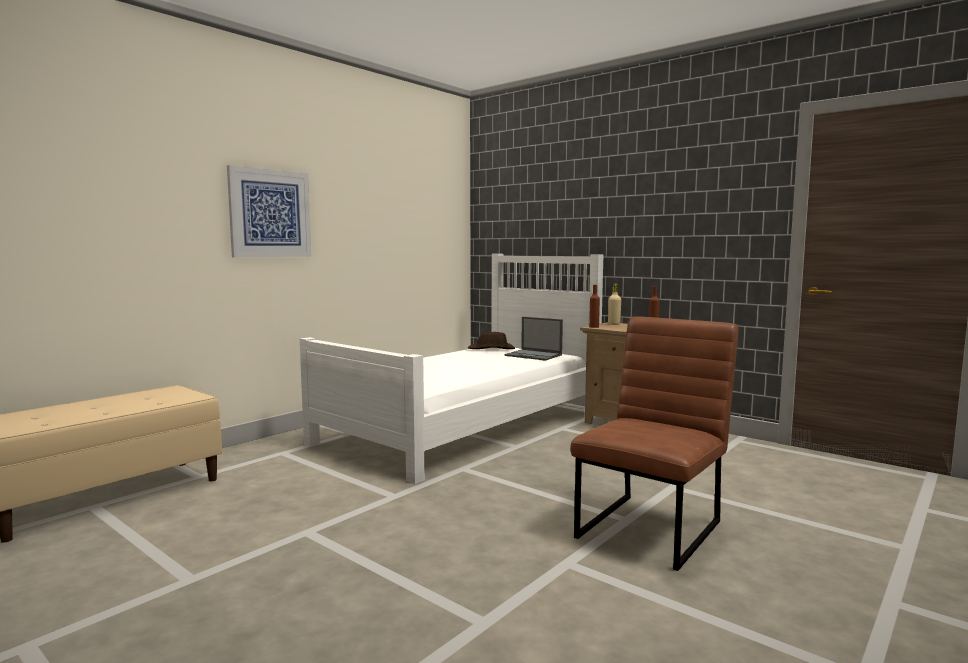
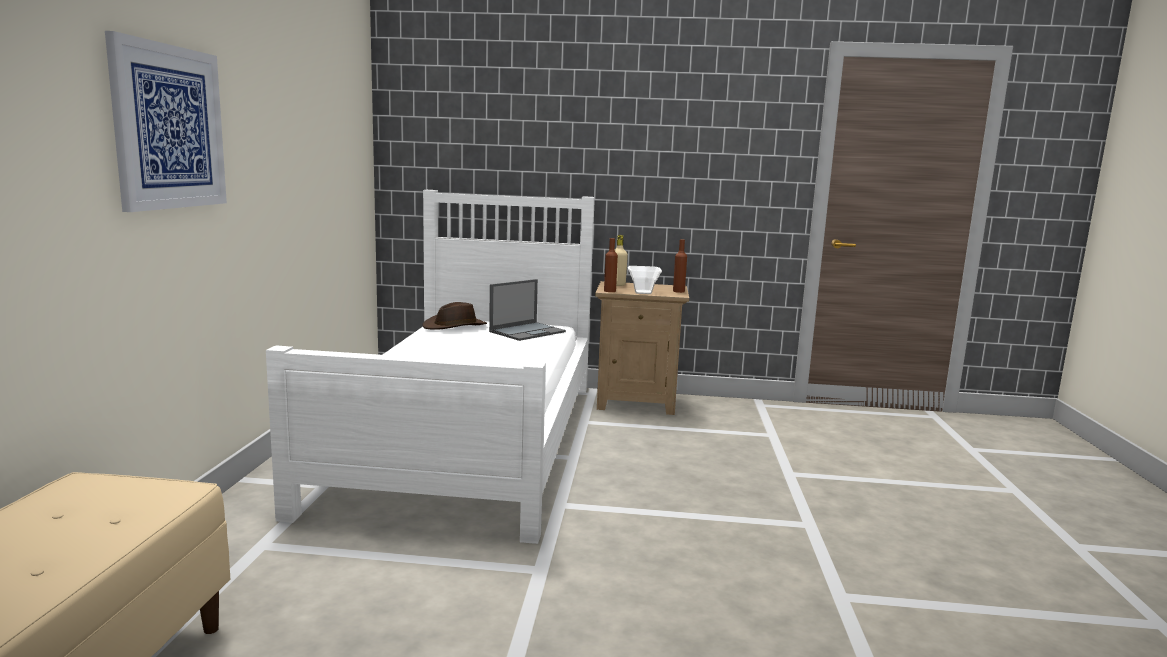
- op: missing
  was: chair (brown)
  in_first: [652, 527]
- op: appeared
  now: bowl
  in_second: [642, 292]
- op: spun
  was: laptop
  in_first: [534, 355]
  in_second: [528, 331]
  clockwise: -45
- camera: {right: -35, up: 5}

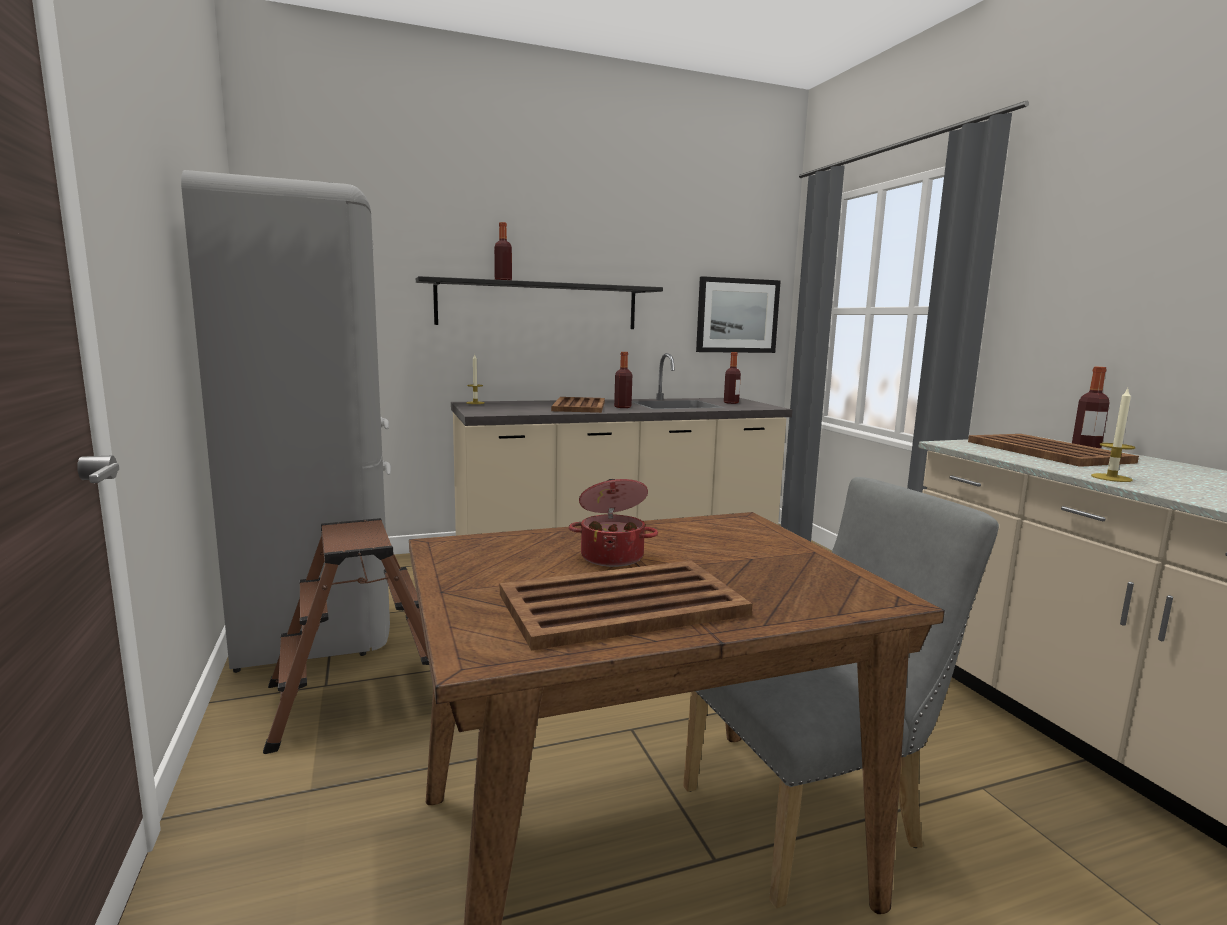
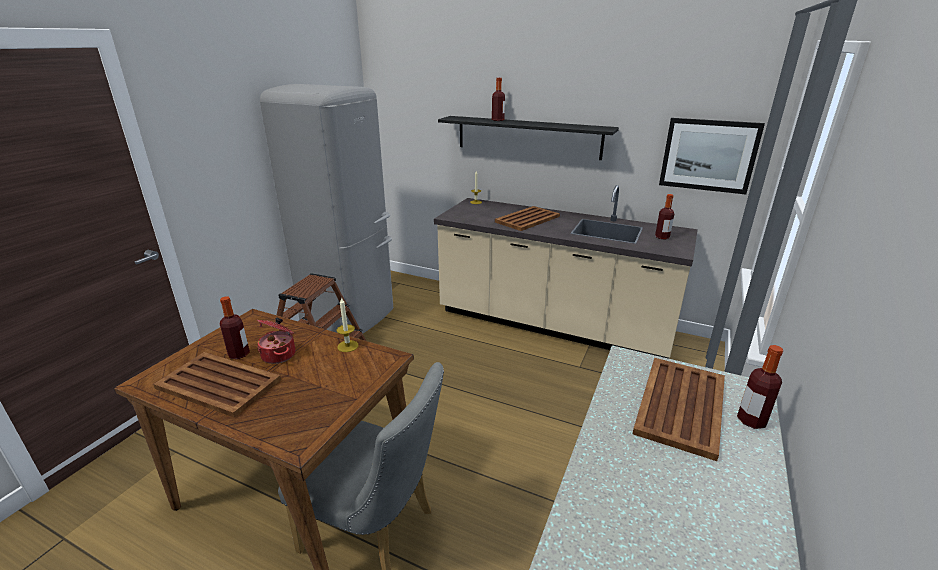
- op: relocated
  was: bottle
  in_first: [622, 407]
  in_second: [239, 354]
- op: relocated
  was: candle
  in_first: [1111, 478]
  in_second: [347, 346]
- camera: {right: 45, up: 15}

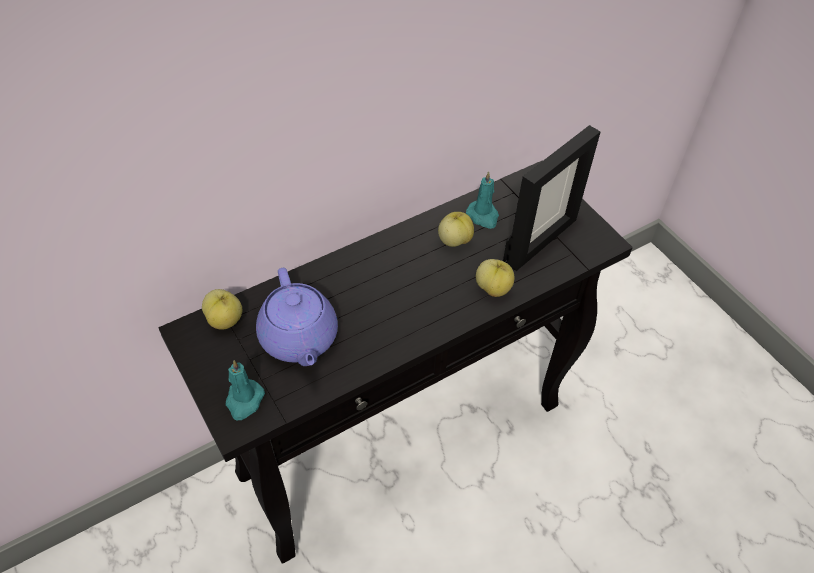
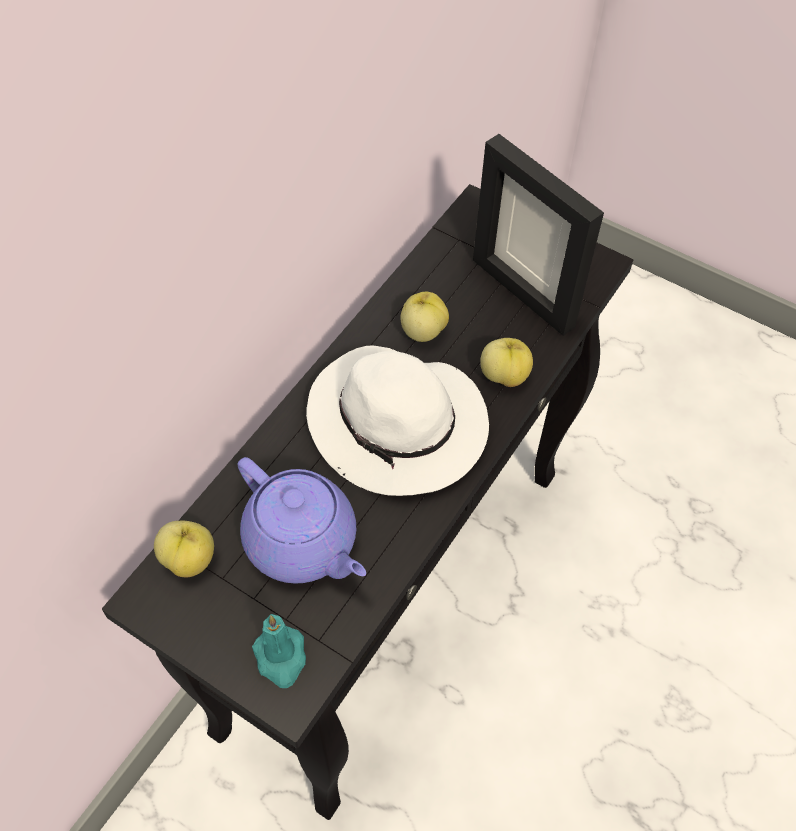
- op: missing
  was: candle (turquoise)
  in_first: [483, 216]
- op: appeared
  now: hat (white)
  in_second: [399, 426]
- op: spun
  was: picture frame
  in_first: [540, 240]
  in_second: [525, 291]
  clockwise: 120
- camera: {right: -25, up: 5}

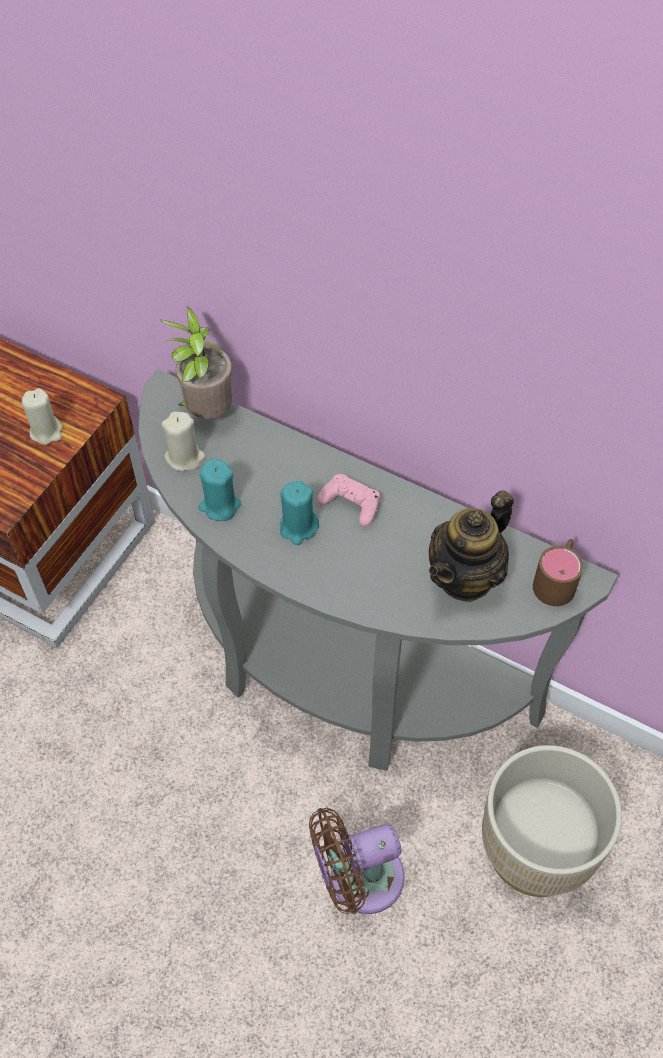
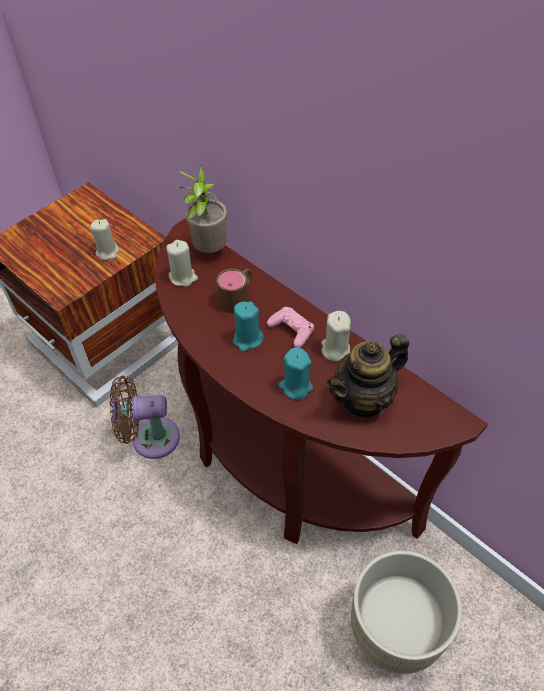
- op: appeared
  now: candle (beige)
  in_second: [335, 349]
- op: relocated
  was: candle (turquoise)
  in_first: [219, 506]
  in_second: [295, 386]
- op: relocated
  was: fan (brown)
  in_first: [358, 879]
  in_second: [150, 438]
- op: relocated
  was: mug (brown)
  in_first: [557, 579]
  in_second: [238, 297]
- op: colour
  was: console table (grey)
  now: console table (brown)
  in_first: [338, 671]
  in_second: [281, 464]
- camera: {right: 15, up: -5}

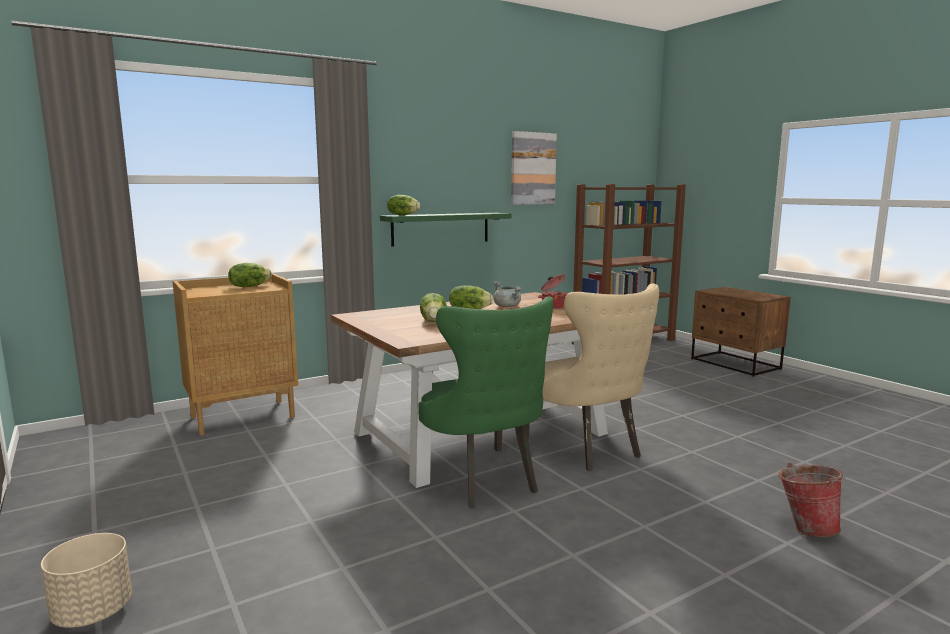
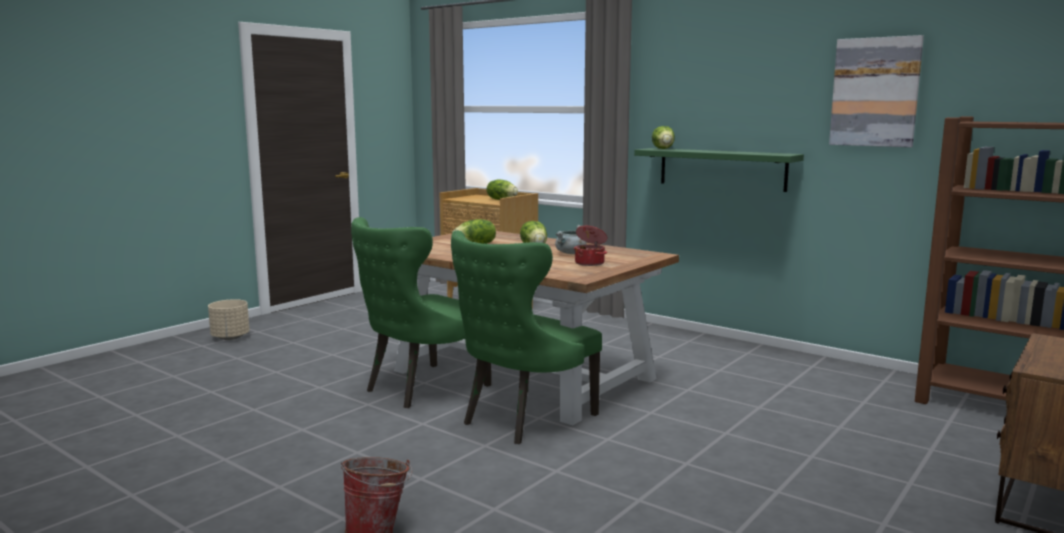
- op: colour
  was: chair (beige)
  now: chair (green)
  in_first: [587, 447]
  in_second: [523, 418]
- camera: {right: 70, up: 0}

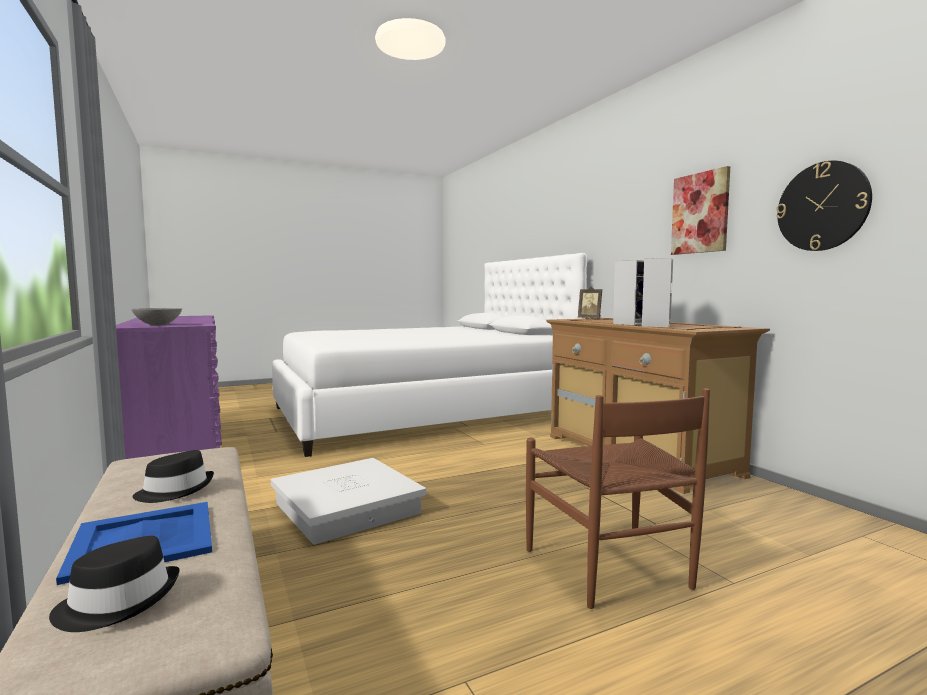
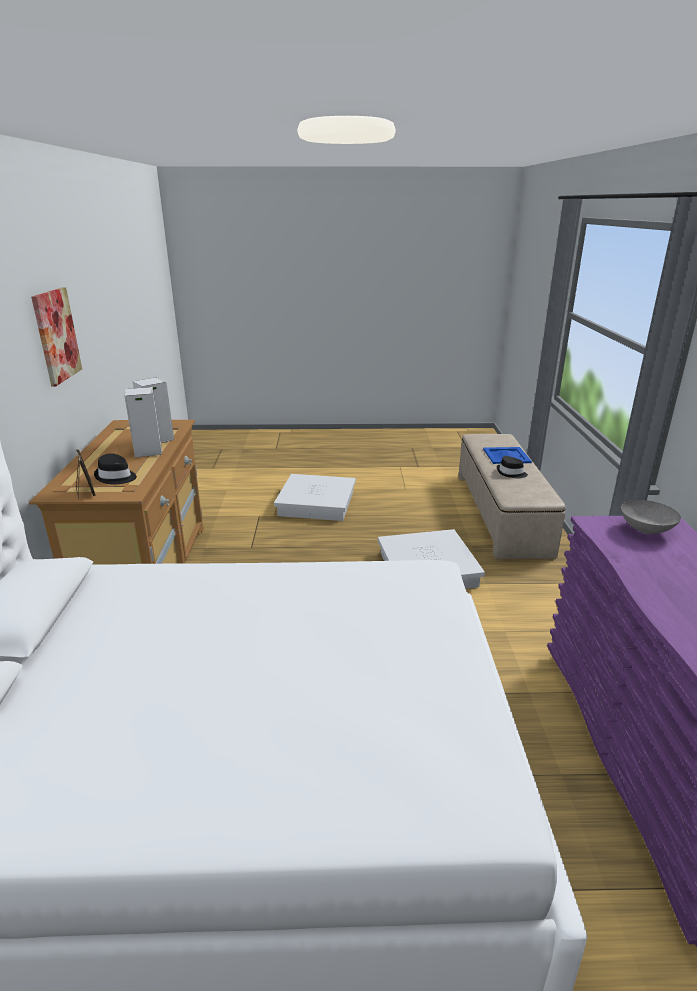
- op: missing
  was: wall clock
  in_first: [822, 206]
- op: relocated
  was: hat (black)
  in_first: [119, 601]
  in_second: [116, 477]
- op: exchanged
  was: chair (brown)
  now: storage box (white)
  in_first: [611, 568]
  in_second: [317, 503]
- camera: {right: -155, up: 20}

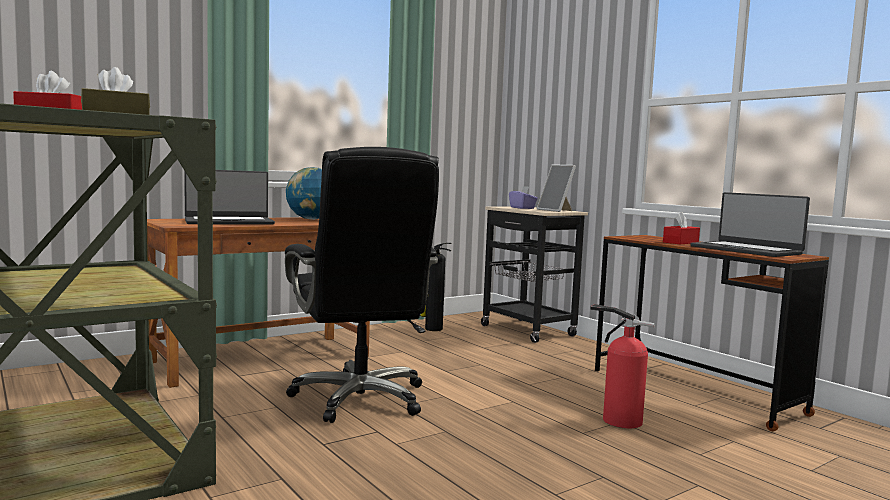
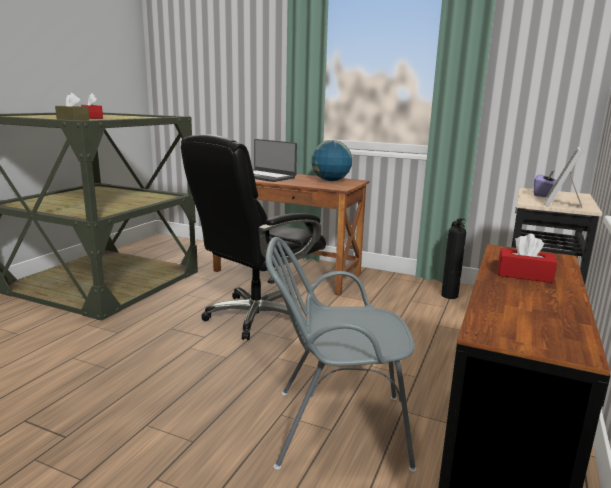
- op: missing
  was: laptop
  in_first: [746, 250]
- op: exchanged
  was: fire extinguisher
  now: chair (grey)
  in_first: [618, 420]
  in_second: [334, 428]
- camera: {right: 60, up: 10}

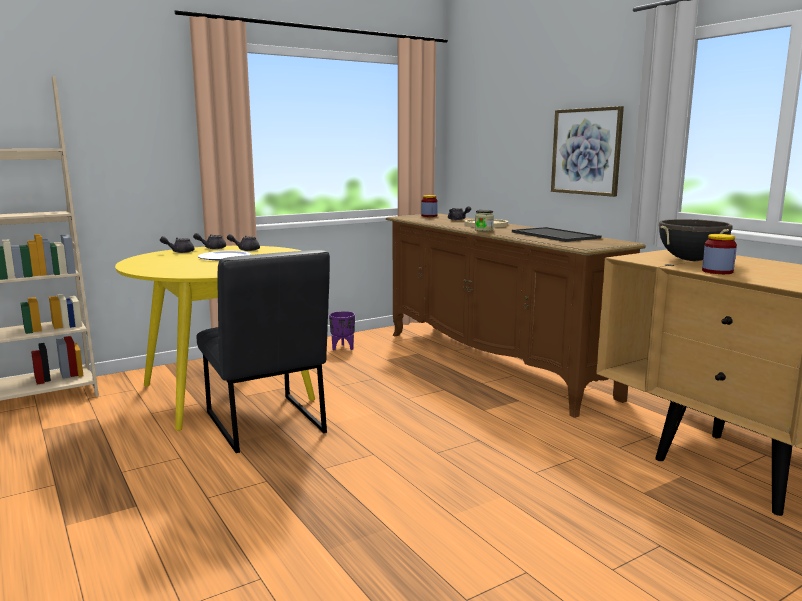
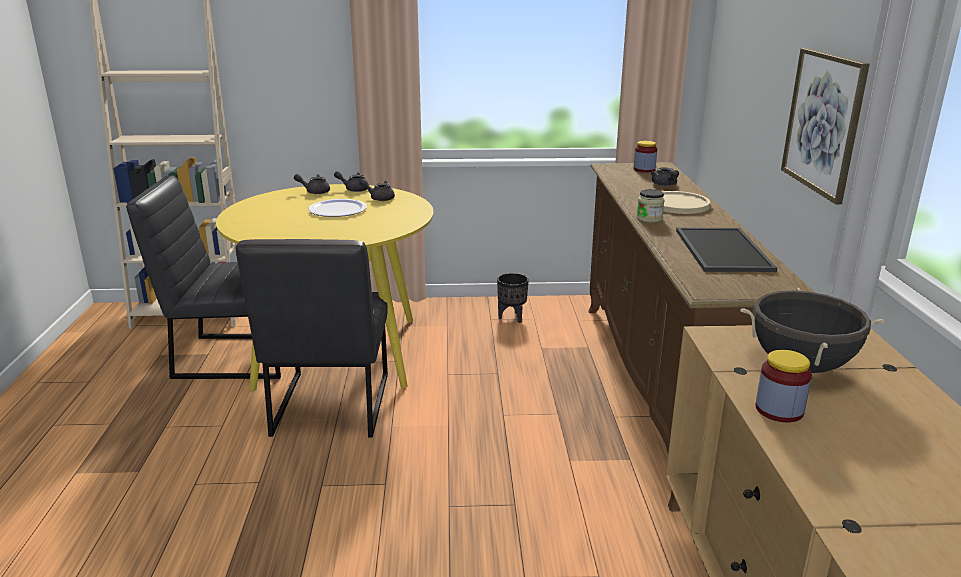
- op: appeared
  now: chair (grey)
  in_second: [233, 356]
- op: colour
  was: planter (purple)
  now: planter (black)
  in_first: [343, 348]
  in_second: [512, 317]
- camera: {right: 30, up: 10}

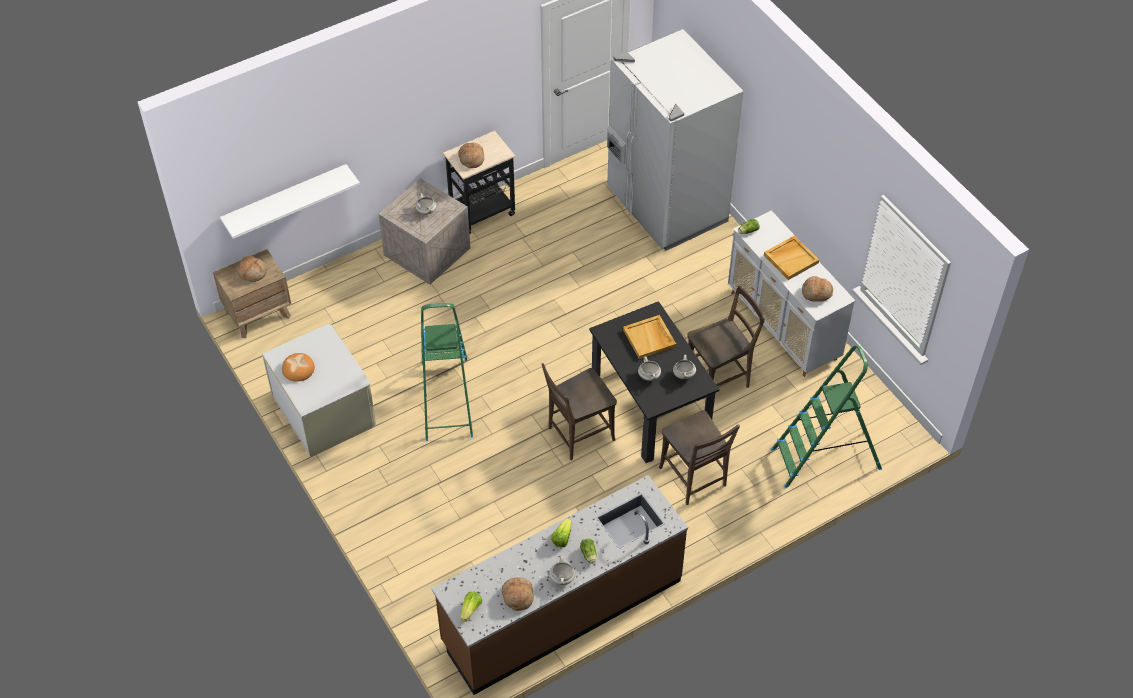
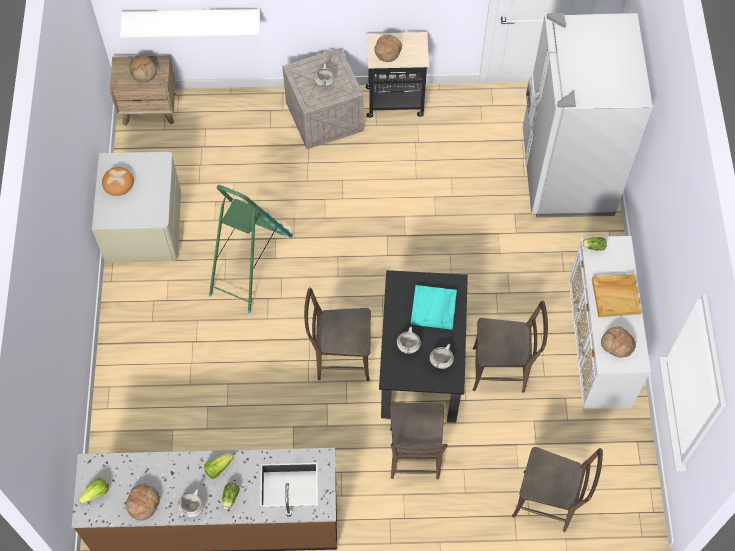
- op: exchanged
  was: step ladder (green)
  now: chair (brown)
  in_first: [825, 459]
  in_second: [548, 503]
- op: colour
  was: tray (beige)
  now: tray (turquoise)
  in_first: [649, 338]
  in_second: [434, 308]
- camera: {right: 30, up: 10}

